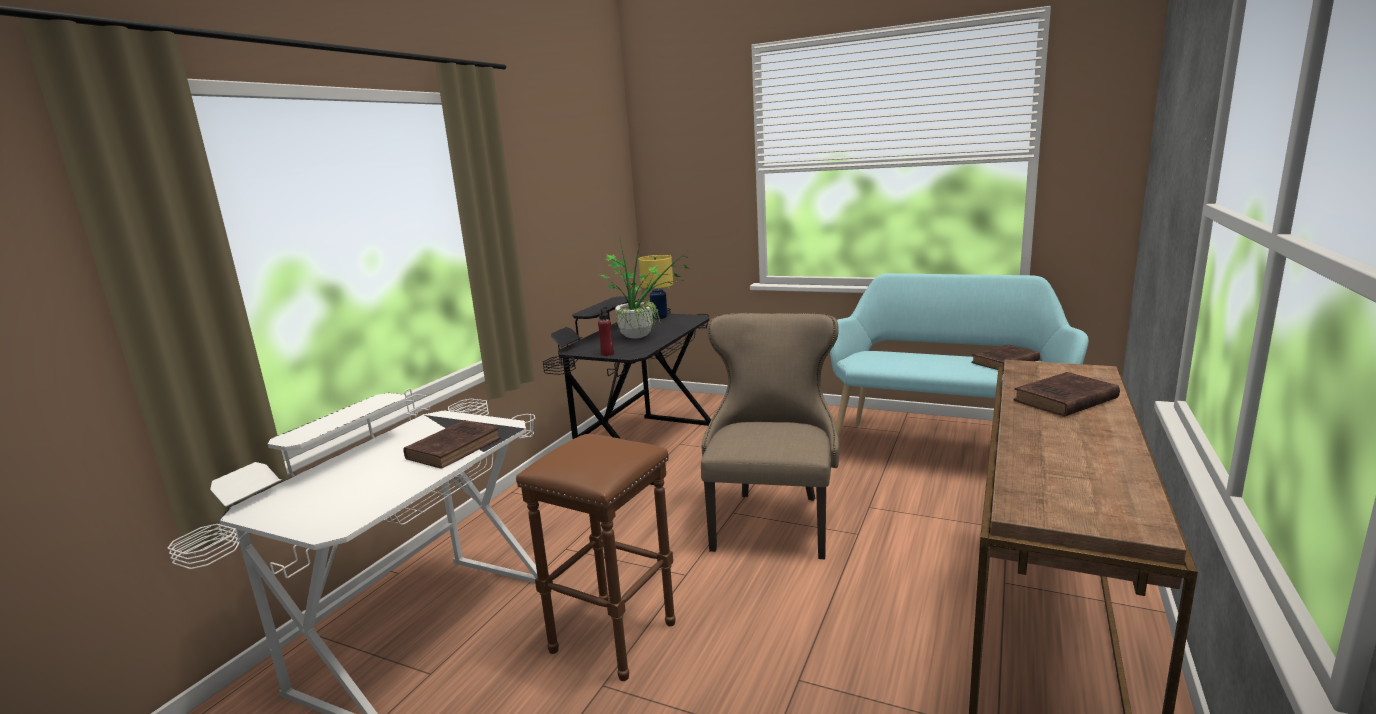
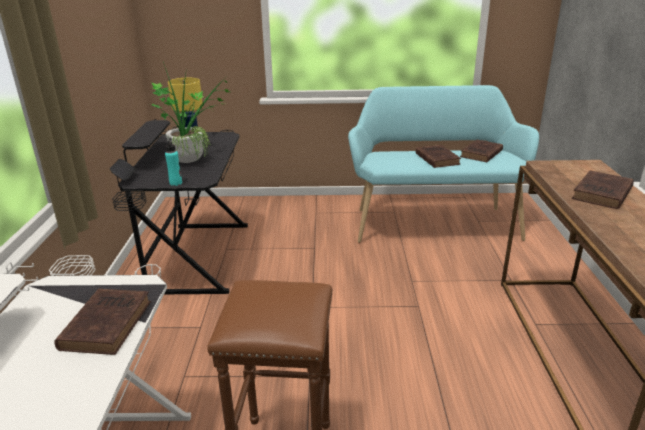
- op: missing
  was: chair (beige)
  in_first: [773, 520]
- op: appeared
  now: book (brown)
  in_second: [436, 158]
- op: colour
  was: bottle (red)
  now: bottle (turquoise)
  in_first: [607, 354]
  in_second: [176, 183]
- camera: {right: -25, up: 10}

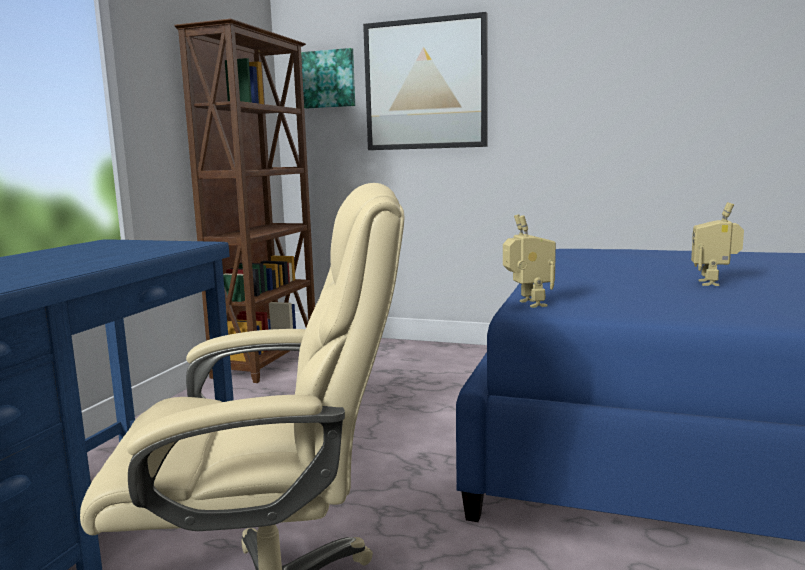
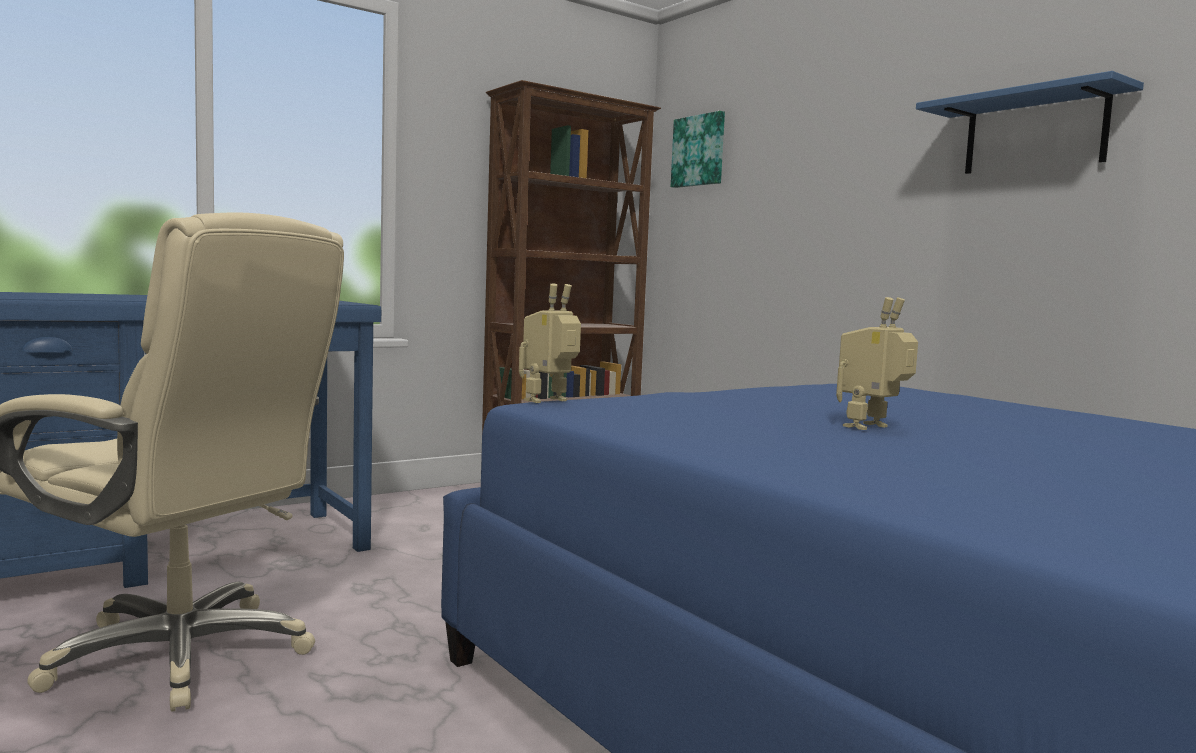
- op: missing
  was: picture
  in_first: [425, 85]
- op: appeared
  now: shelf (blue)
  in_second: [1034, 133]
- op: spun
  was: toy robot
  in_first: [528, 304]
  in_second: [549, 401]
  clockwise: -150
- camera: {right: 35, up: -5}

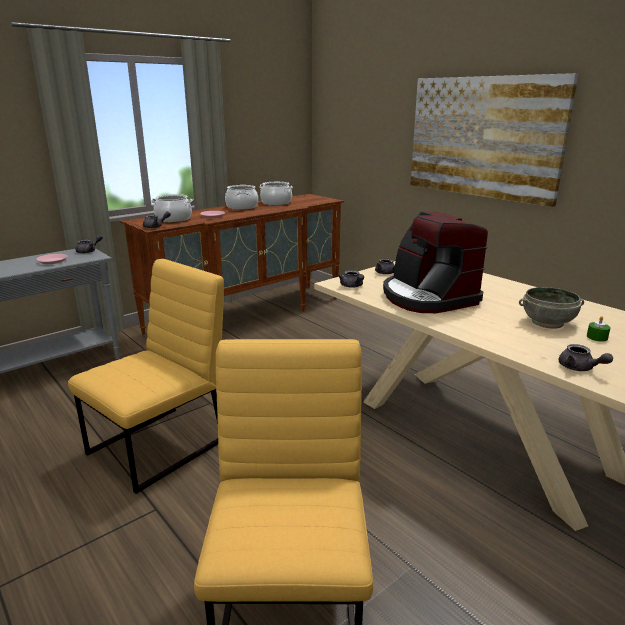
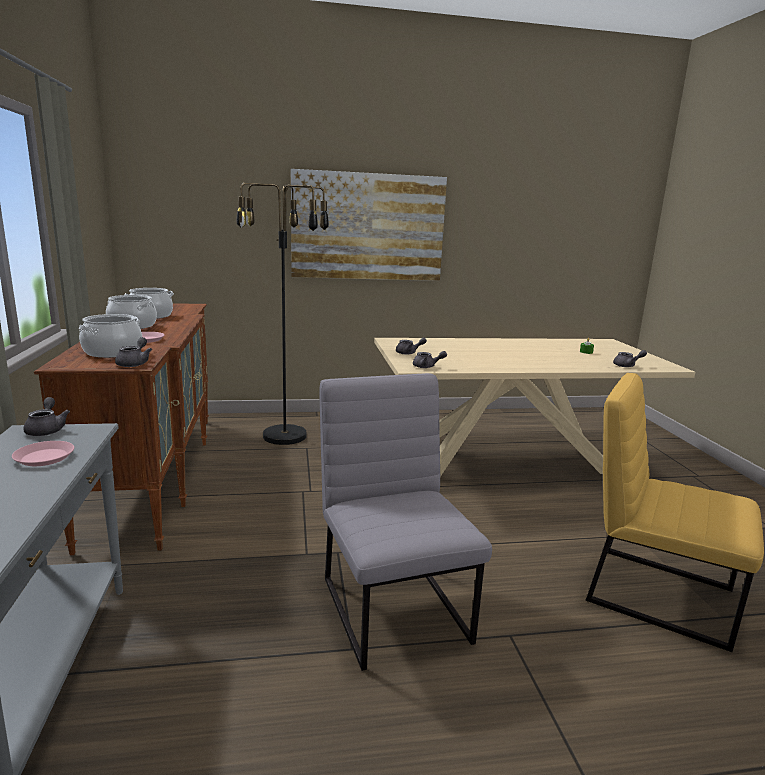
- op: missing
  was: coffee machine
  in_first: [427, 297]
- op: missing
  was: bowl (grey)
  in_first: [548, 323]
- op: appeared
  now: floor lamp
  in_second: [285, 436]
- op: colour
  was: chair (yellow)
  now: chair (grey)
  in_first: [161, 445]
  in_second: [394, 605]
- camera: {right: -60, up: -5}

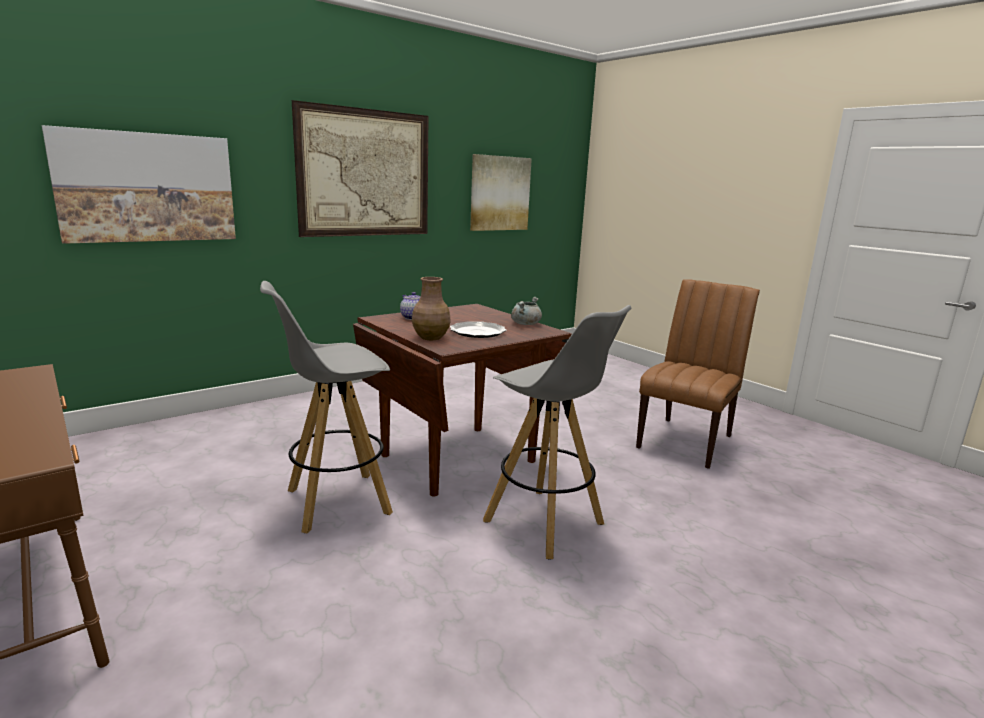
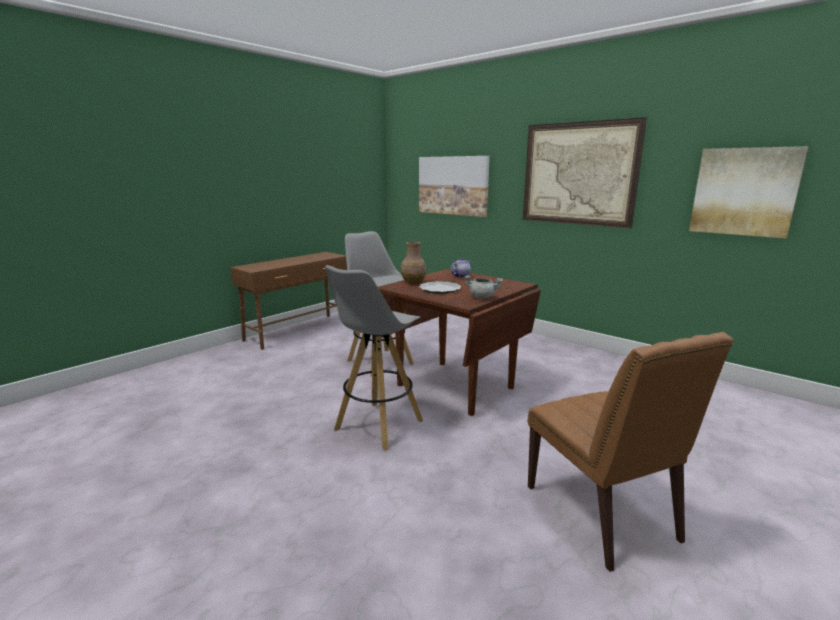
- op: spun
  was: chair (brown)
  in_first: [685, 442]
  in_second: [599, 511]
  clockwise: 45
- camera: {right: 80, up: 0}

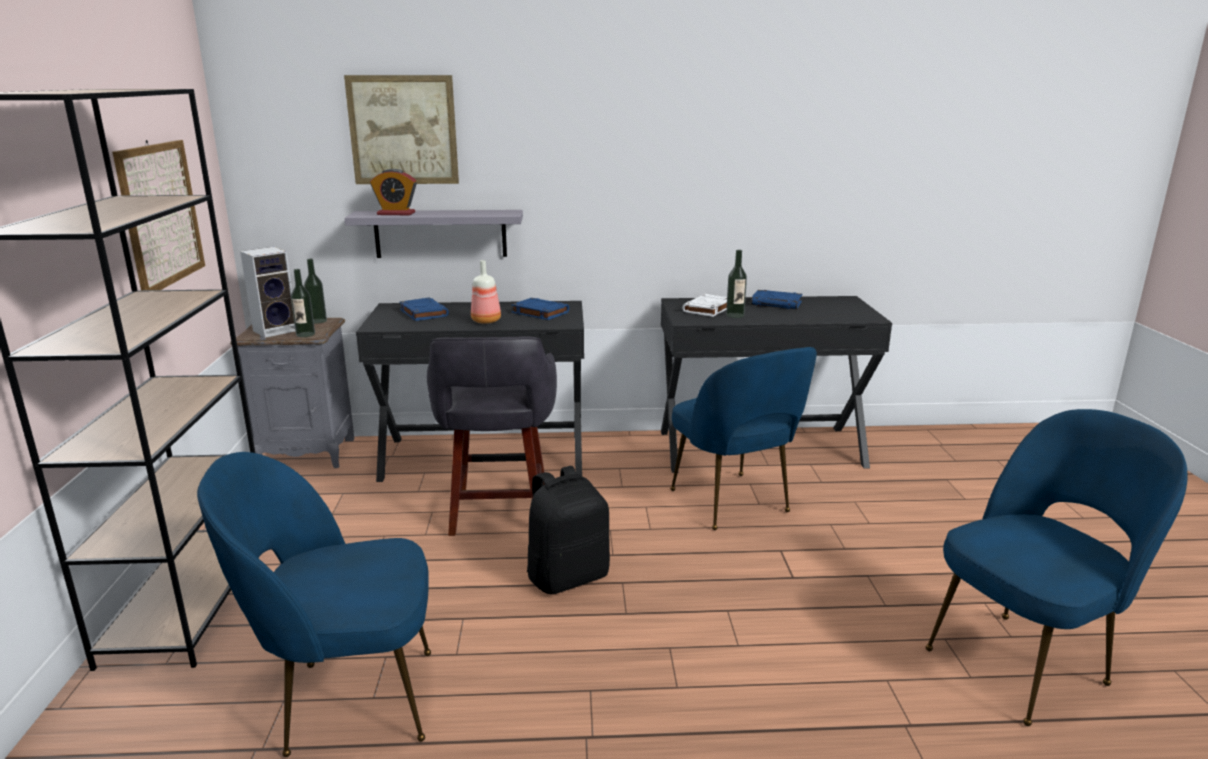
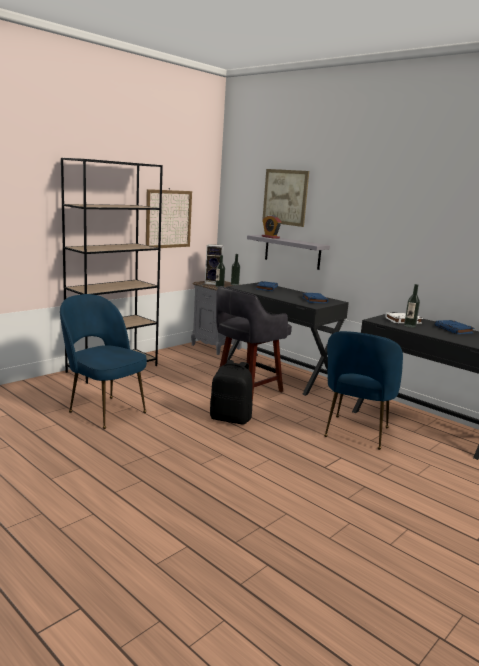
- op: missing
  was: bottle
  in_first: [486, 320]
- op: missing
  was: chair (blue)
  in_first: [1025, 663]
- camera: {right: 45, up: -5}

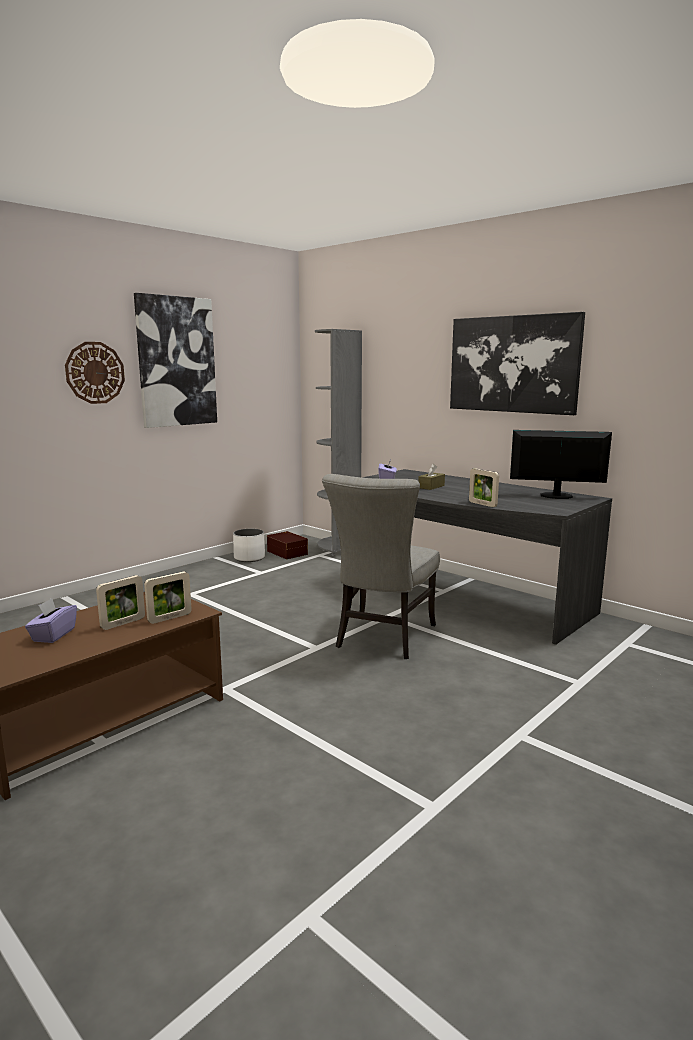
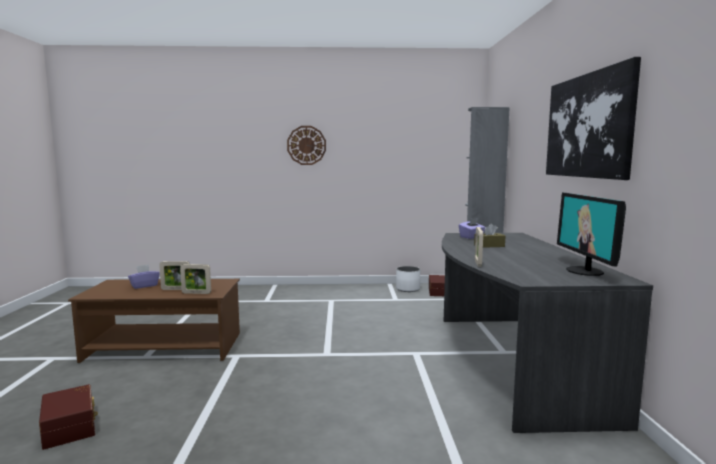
- op: missing
  was: picture
  in_first: [176, 362]
- op: missing
  was: chair (grey)
  in_first: [382, 638]
- op: appeared
  now: storage box (brown)
  in_second: [71, 426]
- op: spun
  was: monitor
  in_first: [556, 496]
  in_second: [585, 271]
  clockwise: -150
- camera: {right: 45, up: -5}

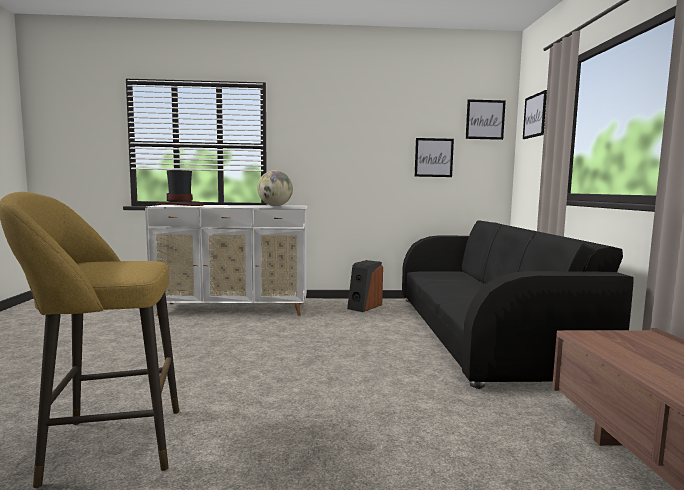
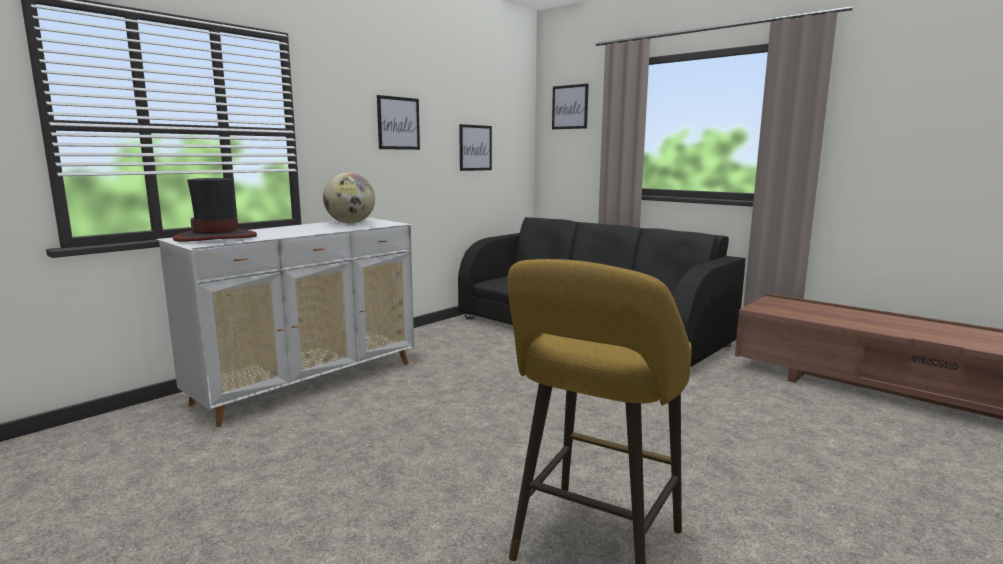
- op: missing
  was: speaker
  in_first: [364, 306]
- op: relocated
  was: picture
  in_first: [485, 119]
  in_second: [398, 123]
- camera: {right: -45, up: 5}

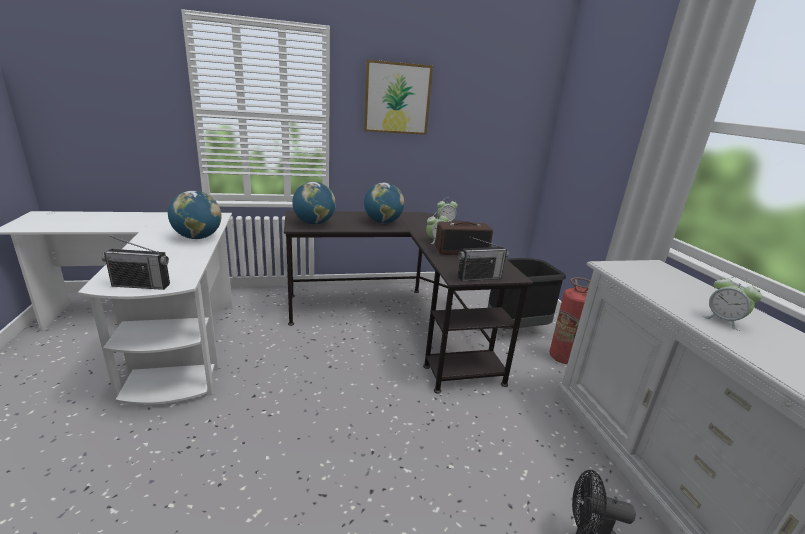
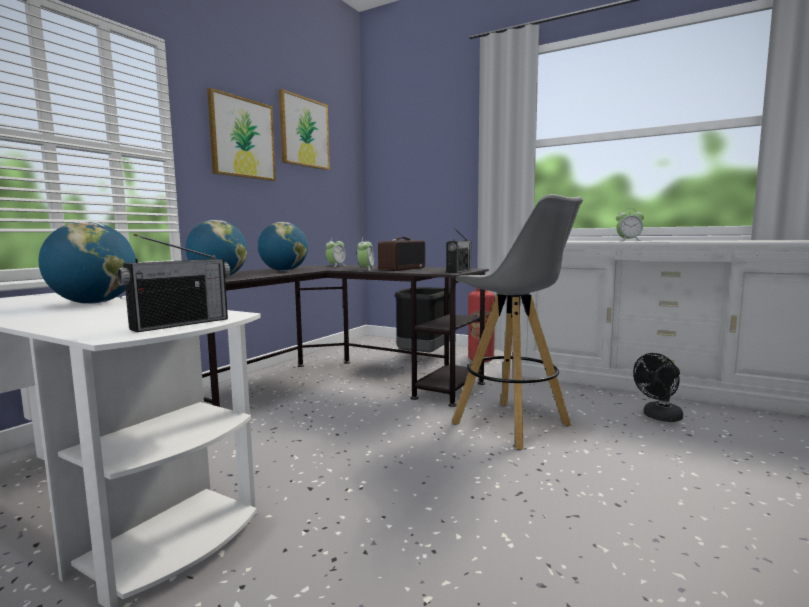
- op: appeared
  now: picture
  in_second: [304, 132]
- op: appeared
  now: stool (grey)
  in_second: [512, 425]
- camera: {right: -45, up: -15}

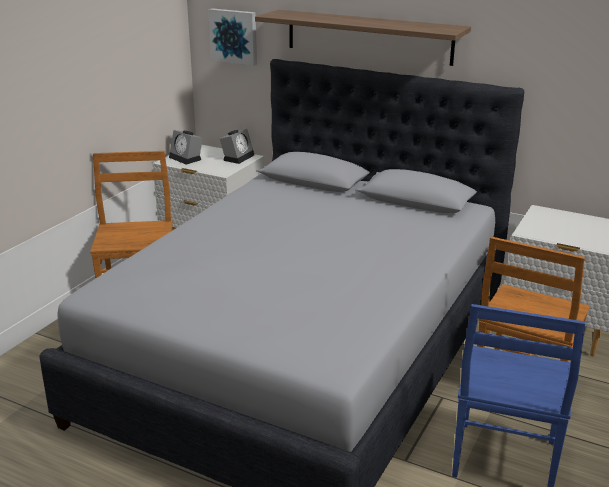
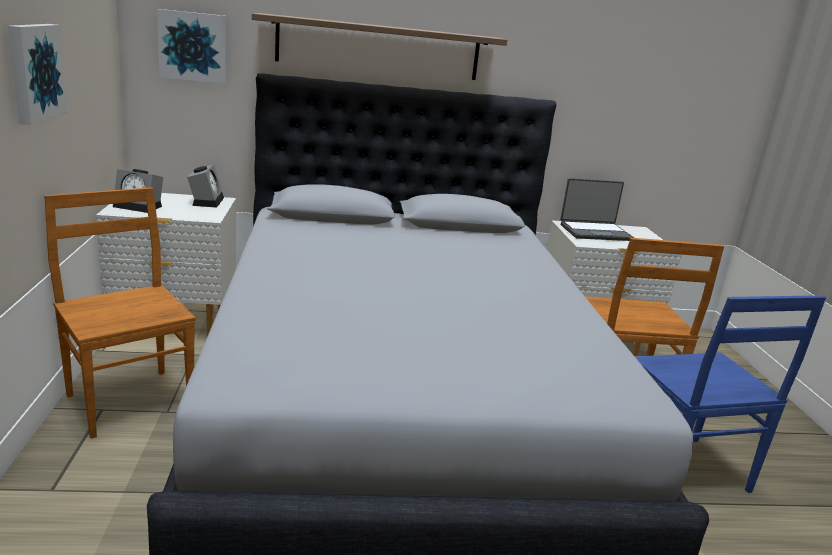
- op: appeared
  now: picture
  in_second: [34, 72]
- op: appeared
  now: laptop
  in_second: [595, 232]
- camera: {right: -35, up: -5}

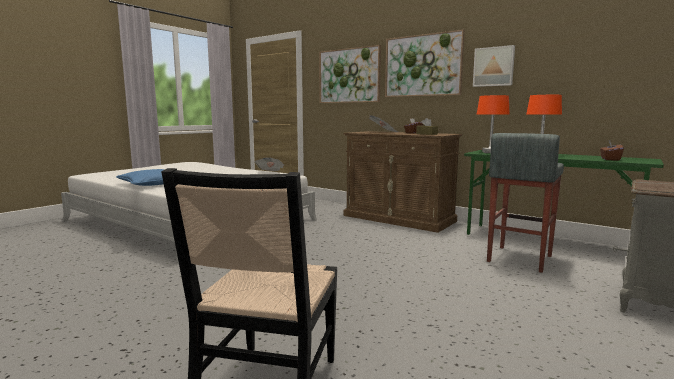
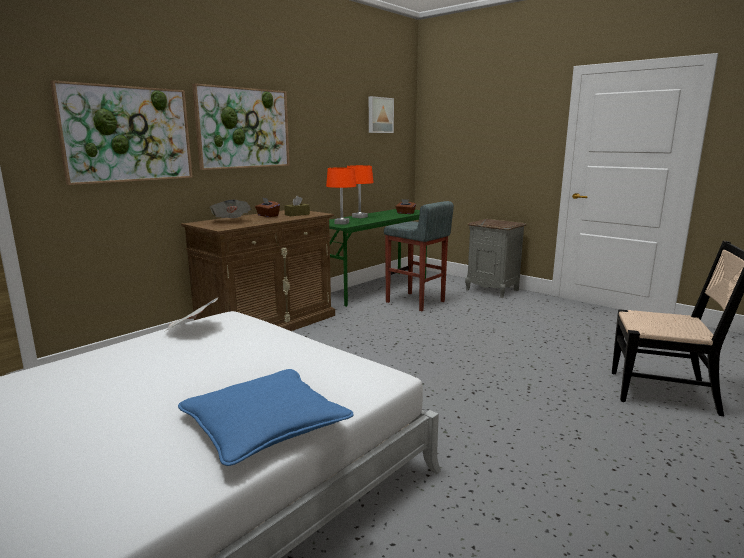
- op: relocated
  was: picture
  in_first: [493, 66]
  in_second: [379, 115]
- camera: {right: -85, up: 5}

